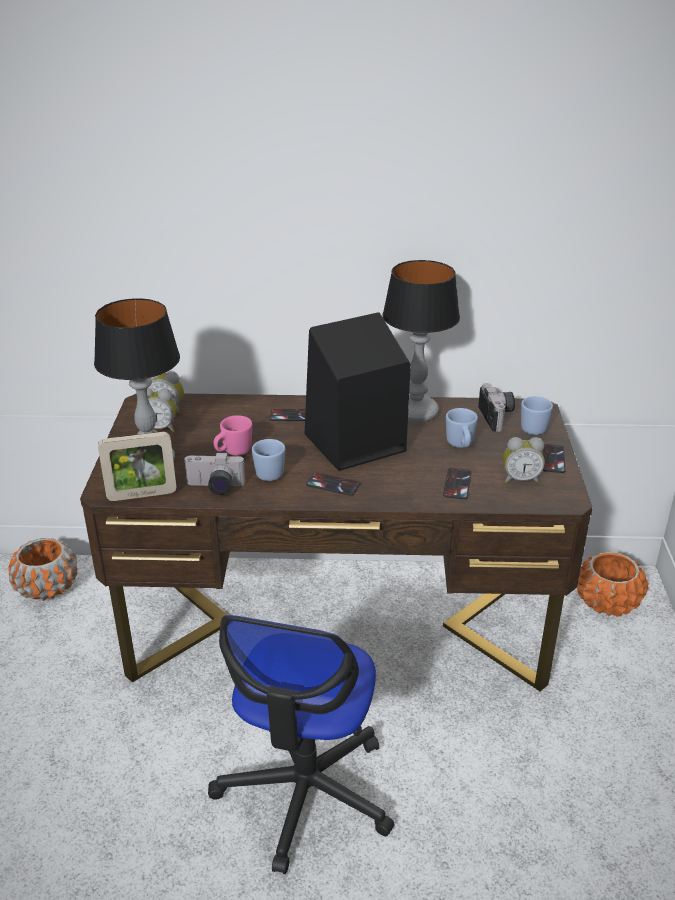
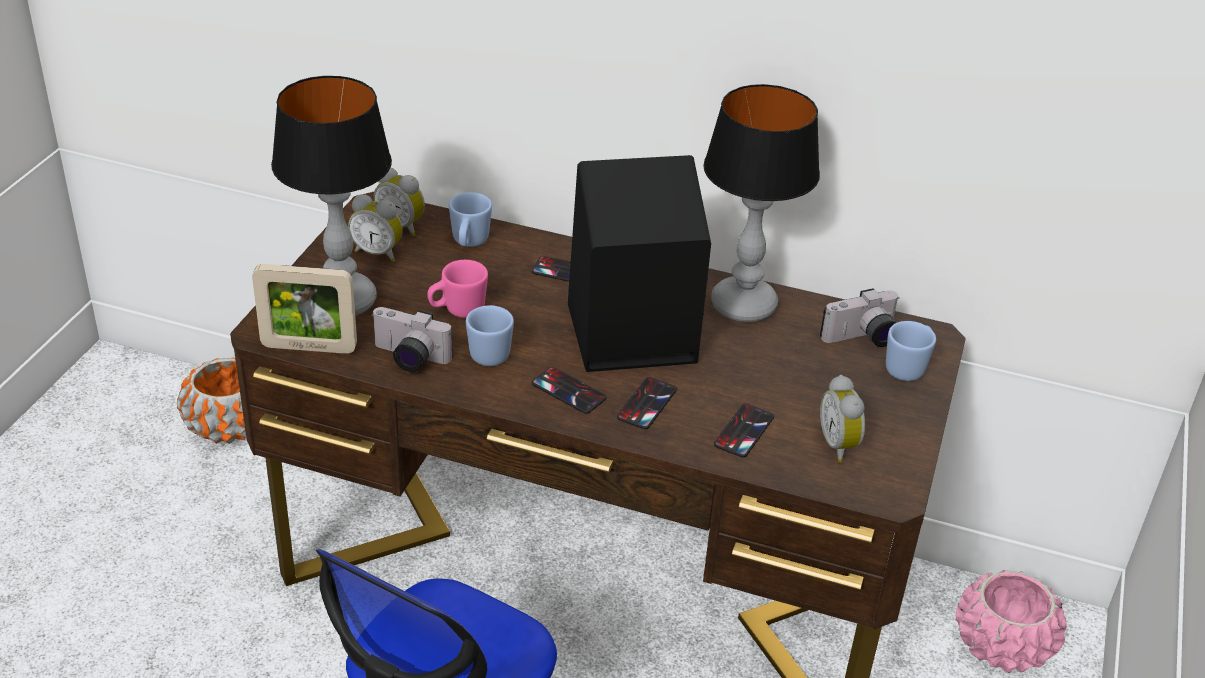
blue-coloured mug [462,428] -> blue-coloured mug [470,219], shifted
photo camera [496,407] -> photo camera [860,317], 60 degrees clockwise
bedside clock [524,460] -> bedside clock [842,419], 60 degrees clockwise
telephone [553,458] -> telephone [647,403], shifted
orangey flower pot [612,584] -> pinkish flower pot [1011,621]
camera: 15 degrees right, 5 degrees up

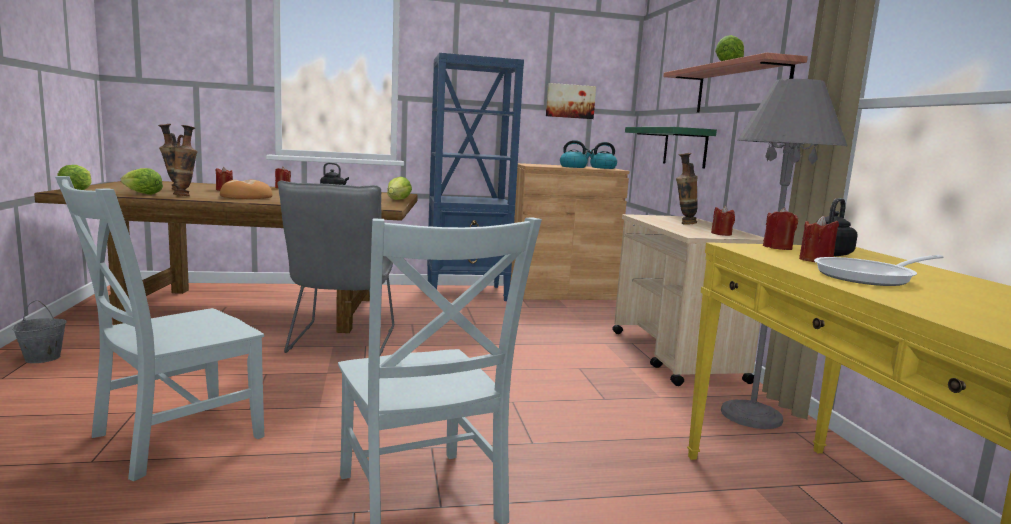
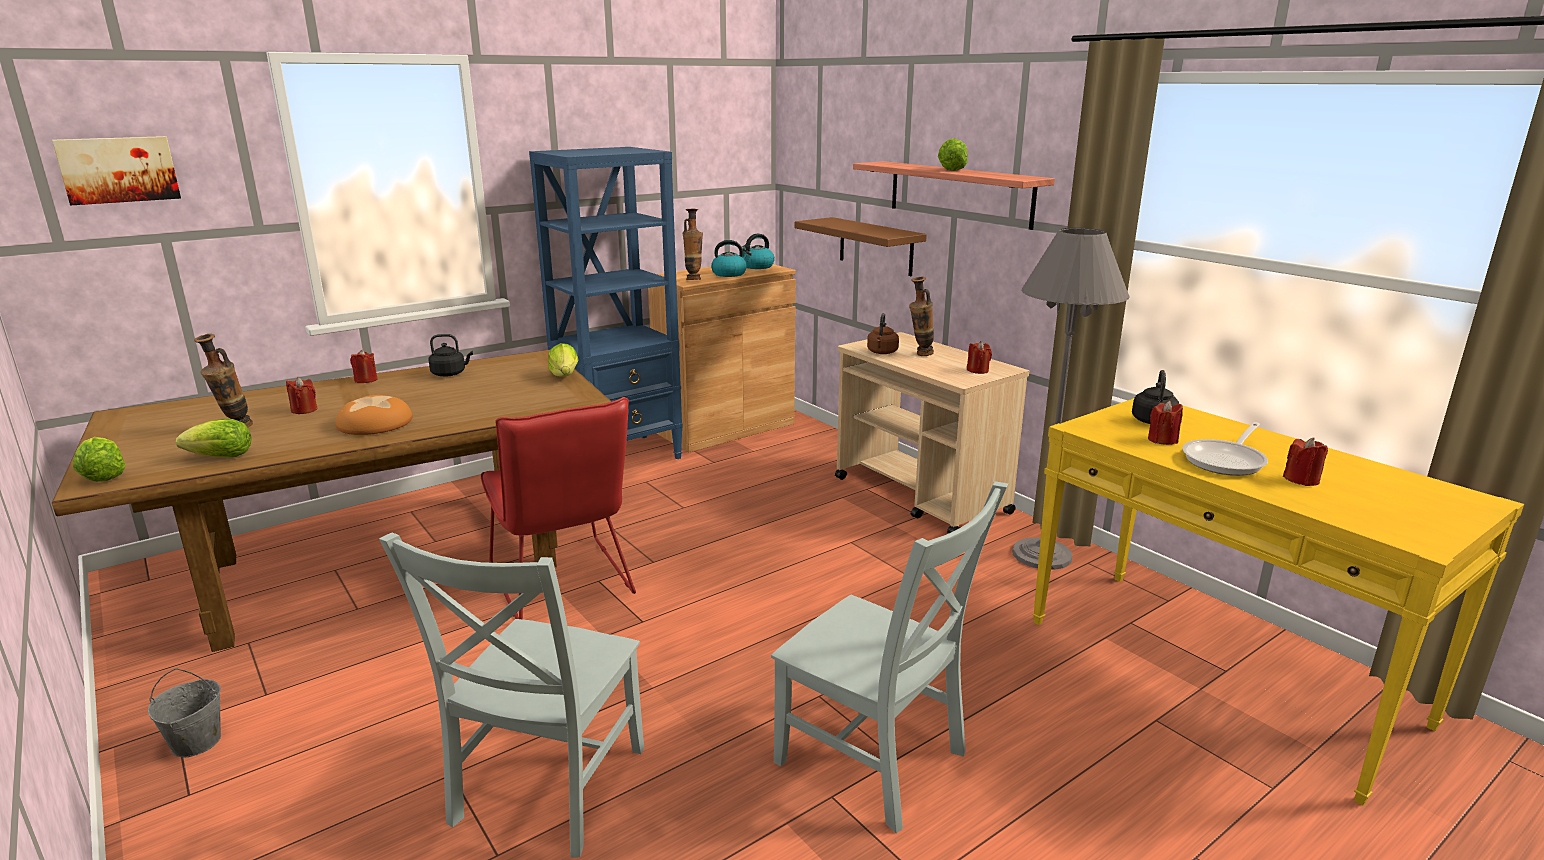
decorative vase [185,160] -> decorative vase [692,244], shifted
grey plain chair [335,268] -> reddish plain chair [558,508]
picture [571,101] -> picture [116,171], shifted
green wall shelf [671,147] -> brown wall shelf [861,246]
reddish candle [780,228] -> reddish candle [1305,462], shifted
none -> brown water kettle [883,333]
camera: 25 degrees left, 10 degrees up

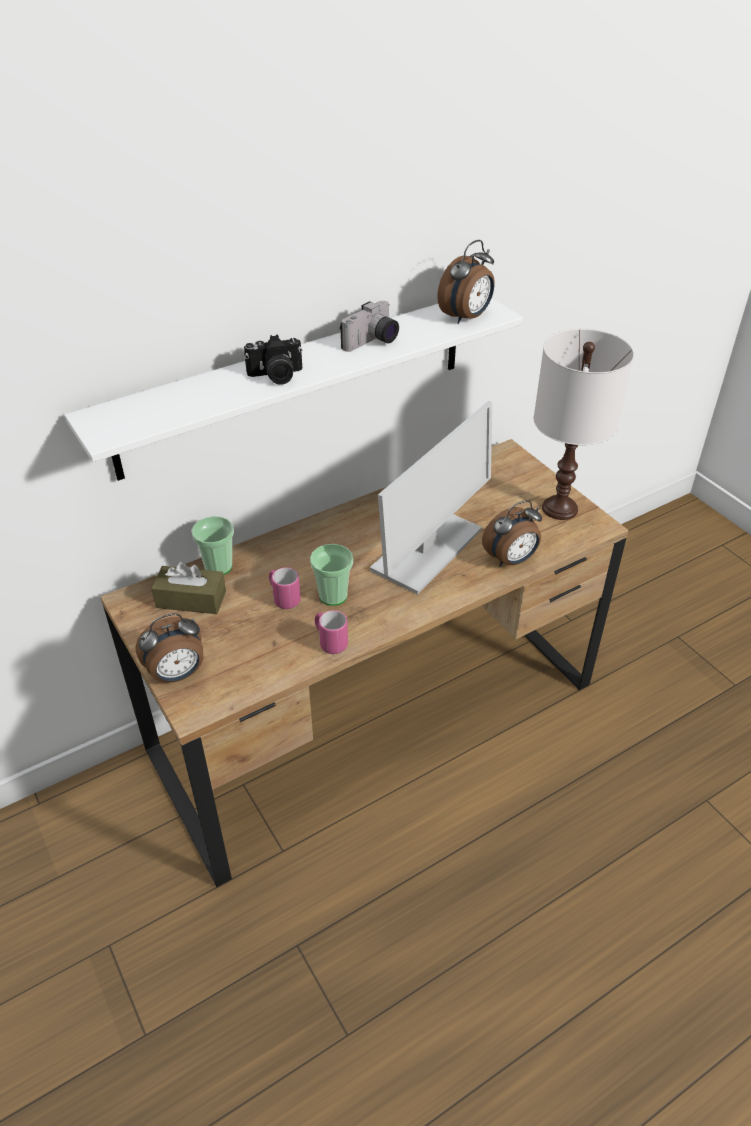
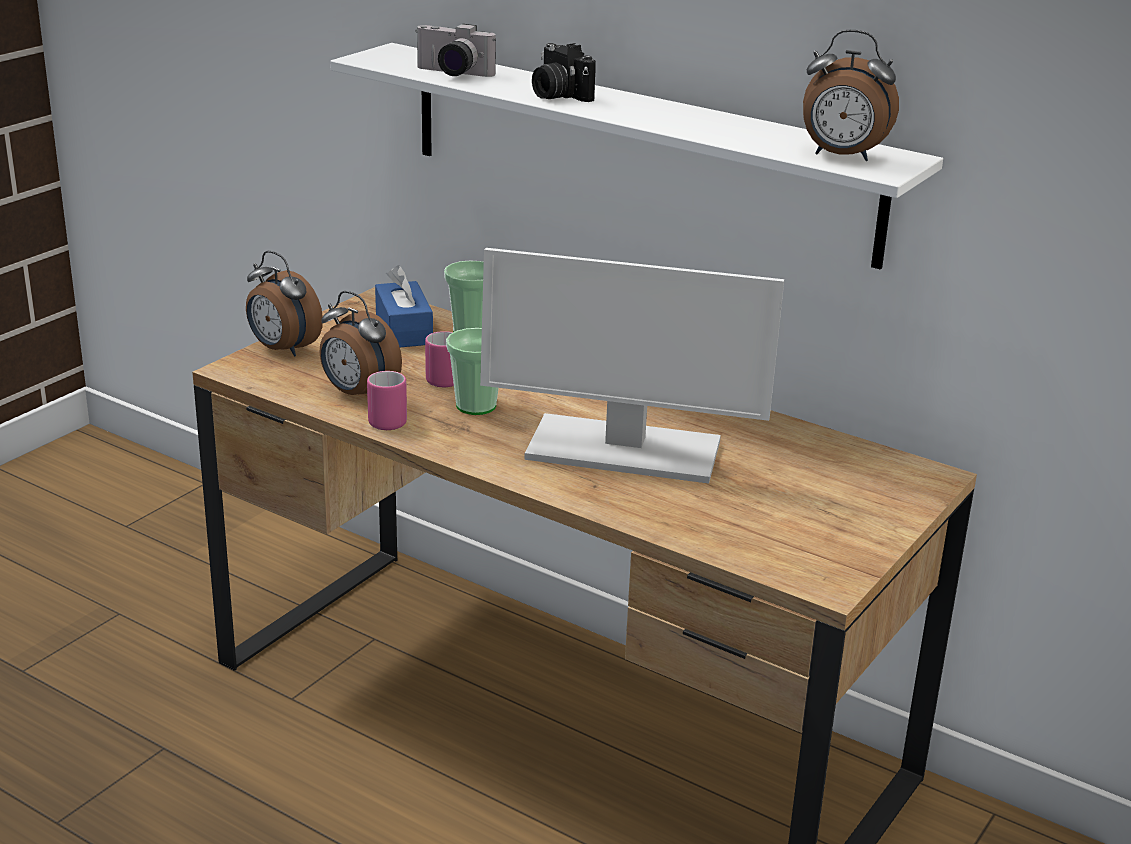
brown tissue box [188,587] -> blue-coloured tissue box [404,306]
photo camera [369,326] -> photo camera [455,50], shifted
bedside clock [512,533] -> bedside clock [361,343], shifted
white table lamp [584,424] -> none
camera: 65 degrees right, 15 degrees down

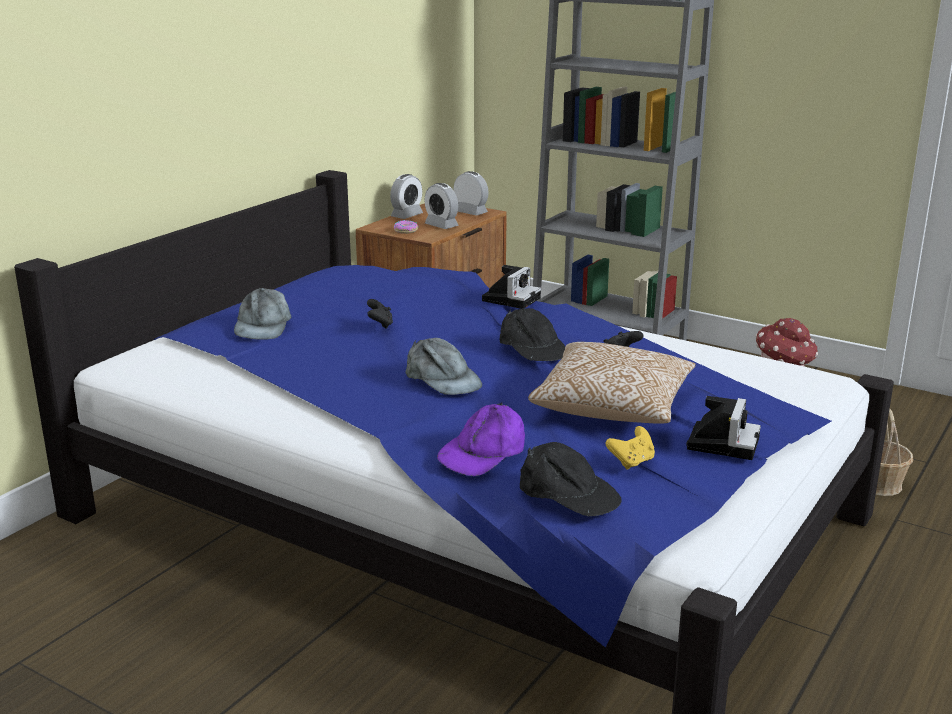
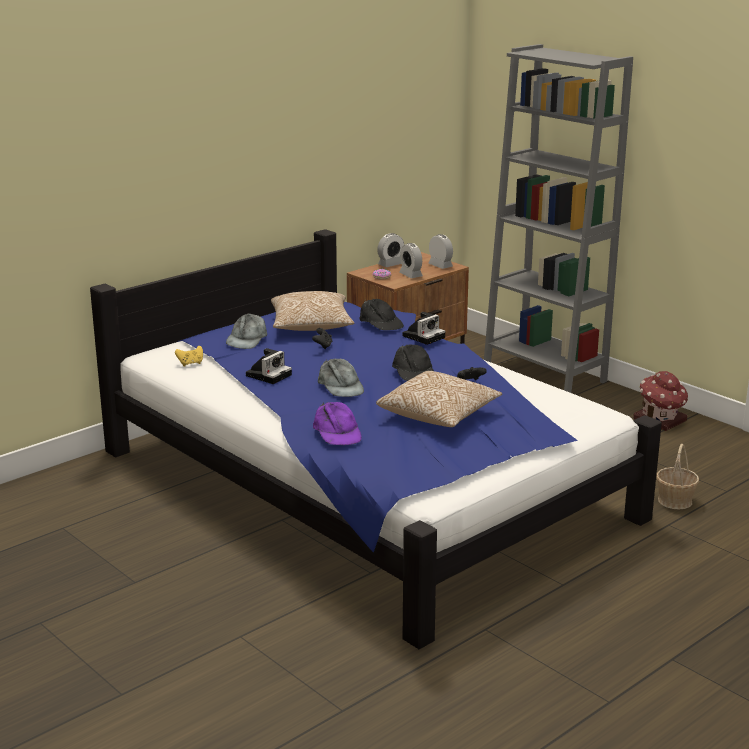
purple-coloured baseball cap [481,439] -> purple-coloured baseball cap [337,423], 75 degrees counterclockwise
black baseball cap [571,479] -> black baseball cap [381,314], shifted
yellow gamepad [630,448] -> yellow gamepad [189,356], shifted
photo camera [723,428] -> photo camera [269,366], shifted
none -> cushion [313,311]
camera: 15 degrees right, 0 degrees up

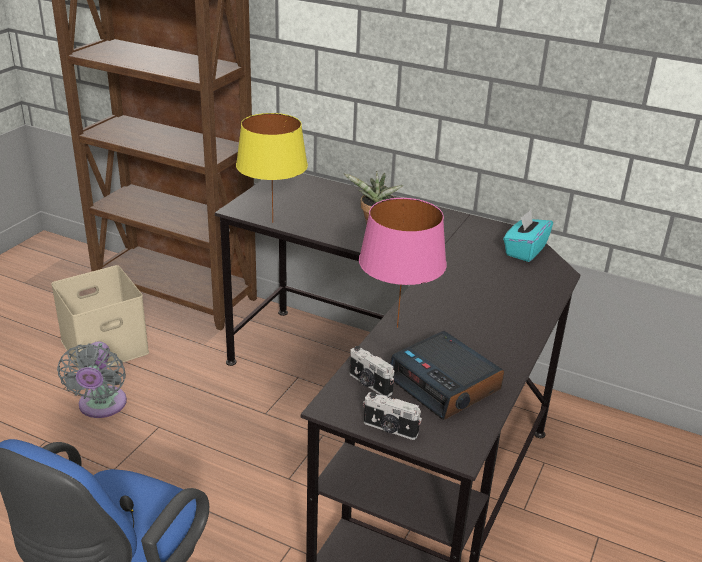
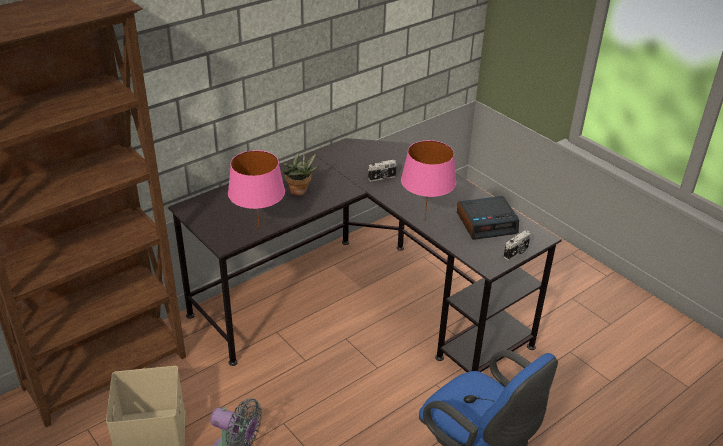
yellow table lamp [272,168] -> pinkish table lamp [256,192]
photo camera [372,371] -> photo camera [382,170], shifted
turquoise-coloured tissue box [528,236] -> none
camera: 65 degrees left, 5 degrees up

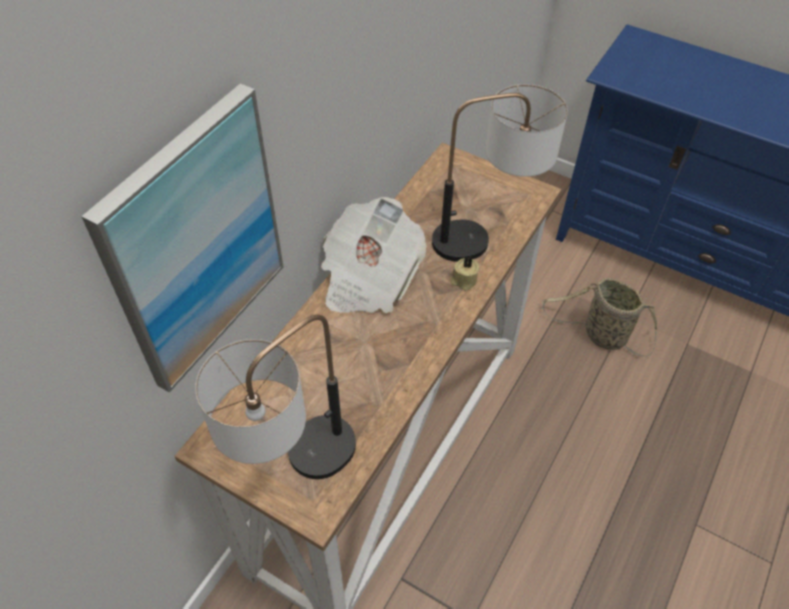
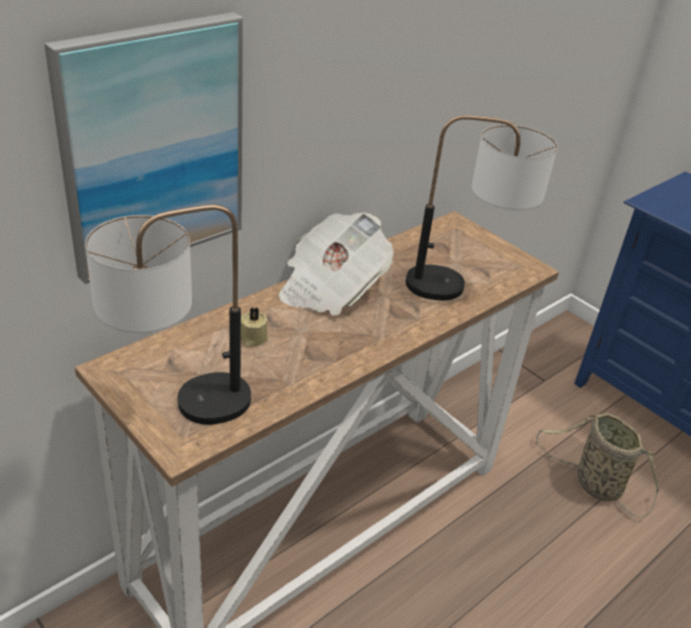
beige candle [465,273] -> beige candle [254,327], shifted
camera: 15 degrees right, 15 degrees down

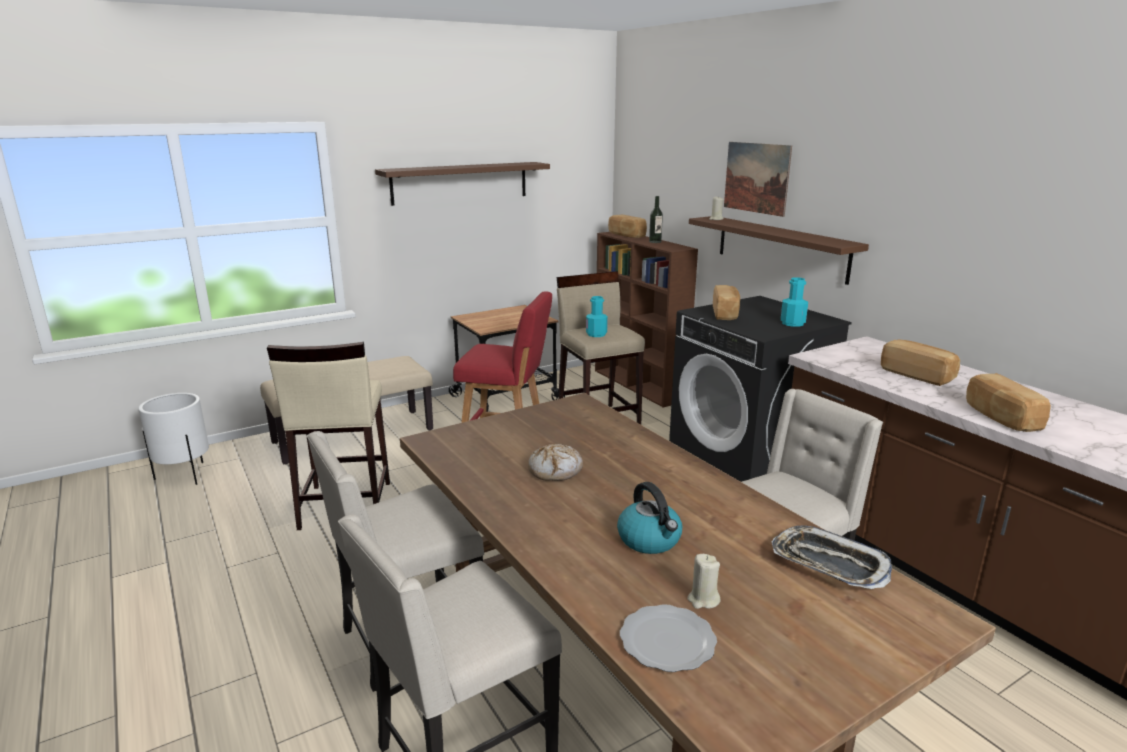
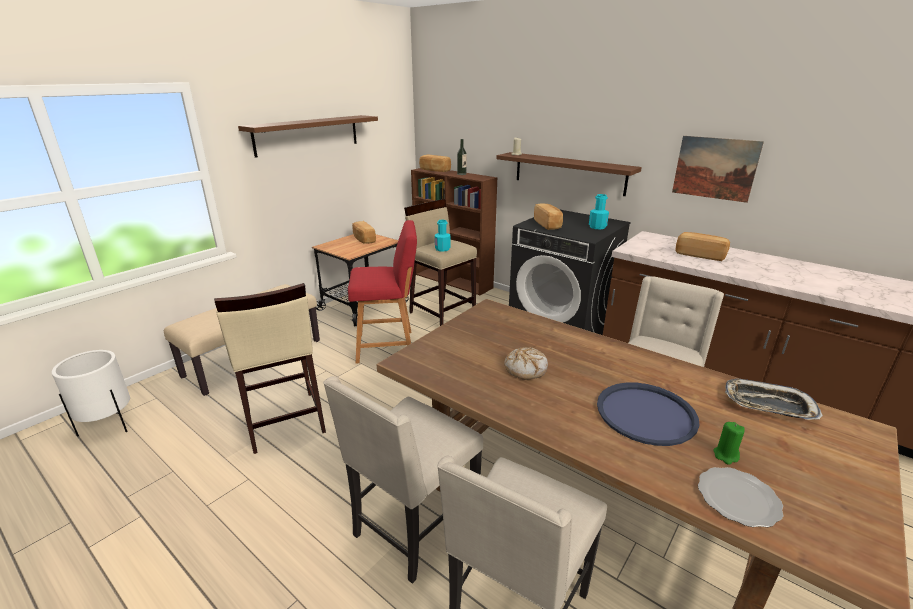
water kettle [649,518] -> blue-coloured carrying tray [648,414]
beige candle [703,581] -> green candle [729,443]
picture [758,179] -> picture [718,169], shifted
bakery bread [1008,402] -> bakery bread [364,232], shifted
camera: 20 degrees left, 5 degrees up

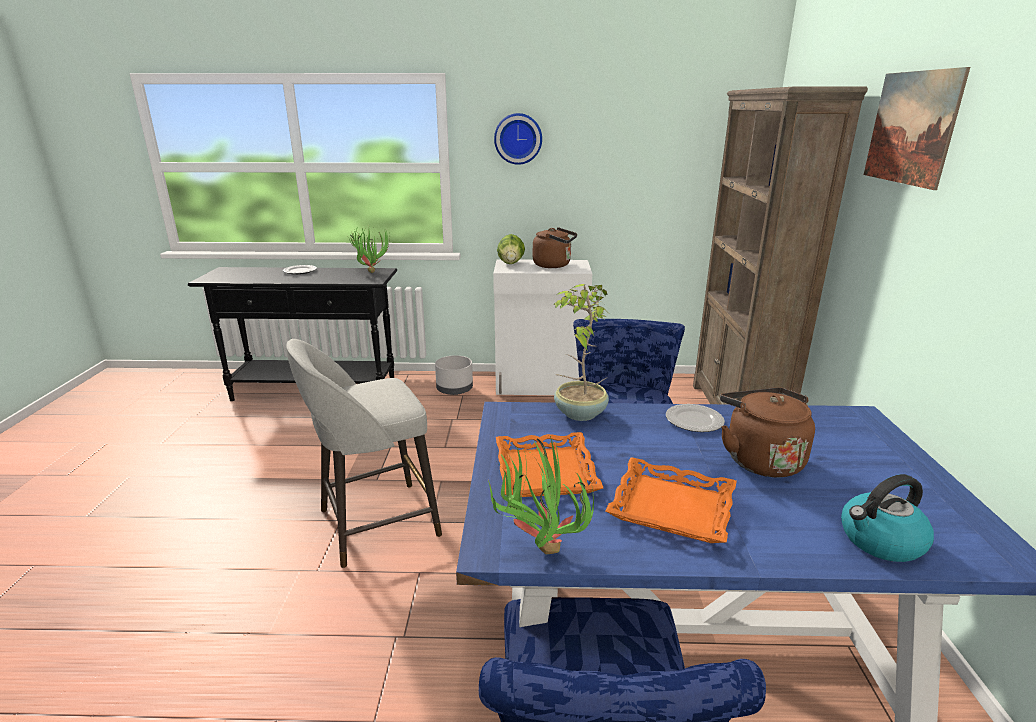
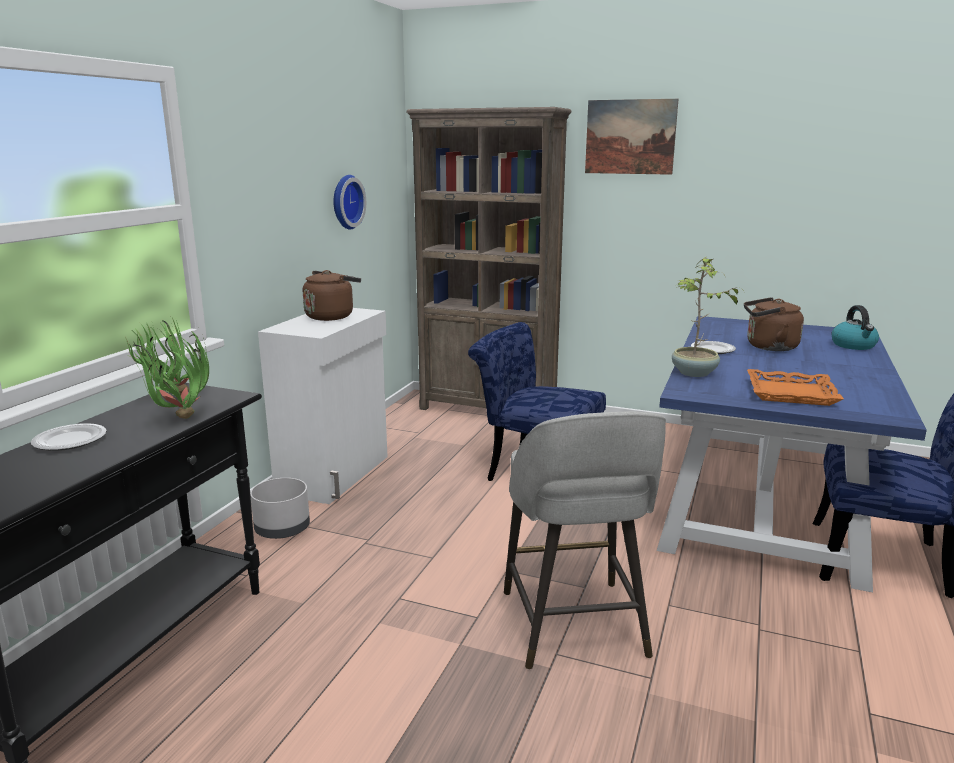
houseplant [541,495] -> houseplant [170,378], shifted
wall clock [518,139] -> wall clock [349,202], shifted
lettuce [511,249] -> none
orangey carrying tray [671,500] -> none
camera: 70 degrees left, 5 degrees down

